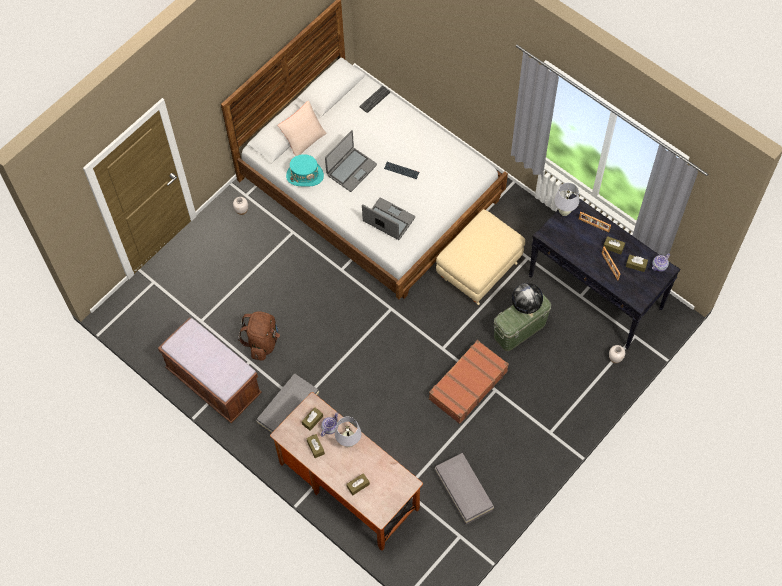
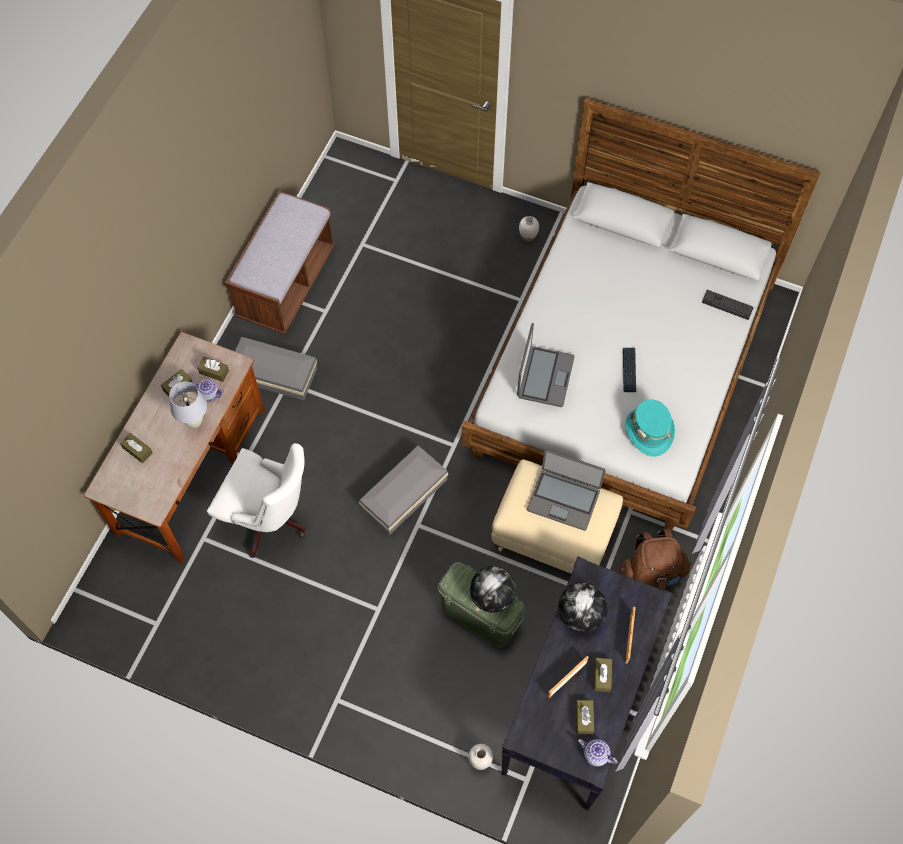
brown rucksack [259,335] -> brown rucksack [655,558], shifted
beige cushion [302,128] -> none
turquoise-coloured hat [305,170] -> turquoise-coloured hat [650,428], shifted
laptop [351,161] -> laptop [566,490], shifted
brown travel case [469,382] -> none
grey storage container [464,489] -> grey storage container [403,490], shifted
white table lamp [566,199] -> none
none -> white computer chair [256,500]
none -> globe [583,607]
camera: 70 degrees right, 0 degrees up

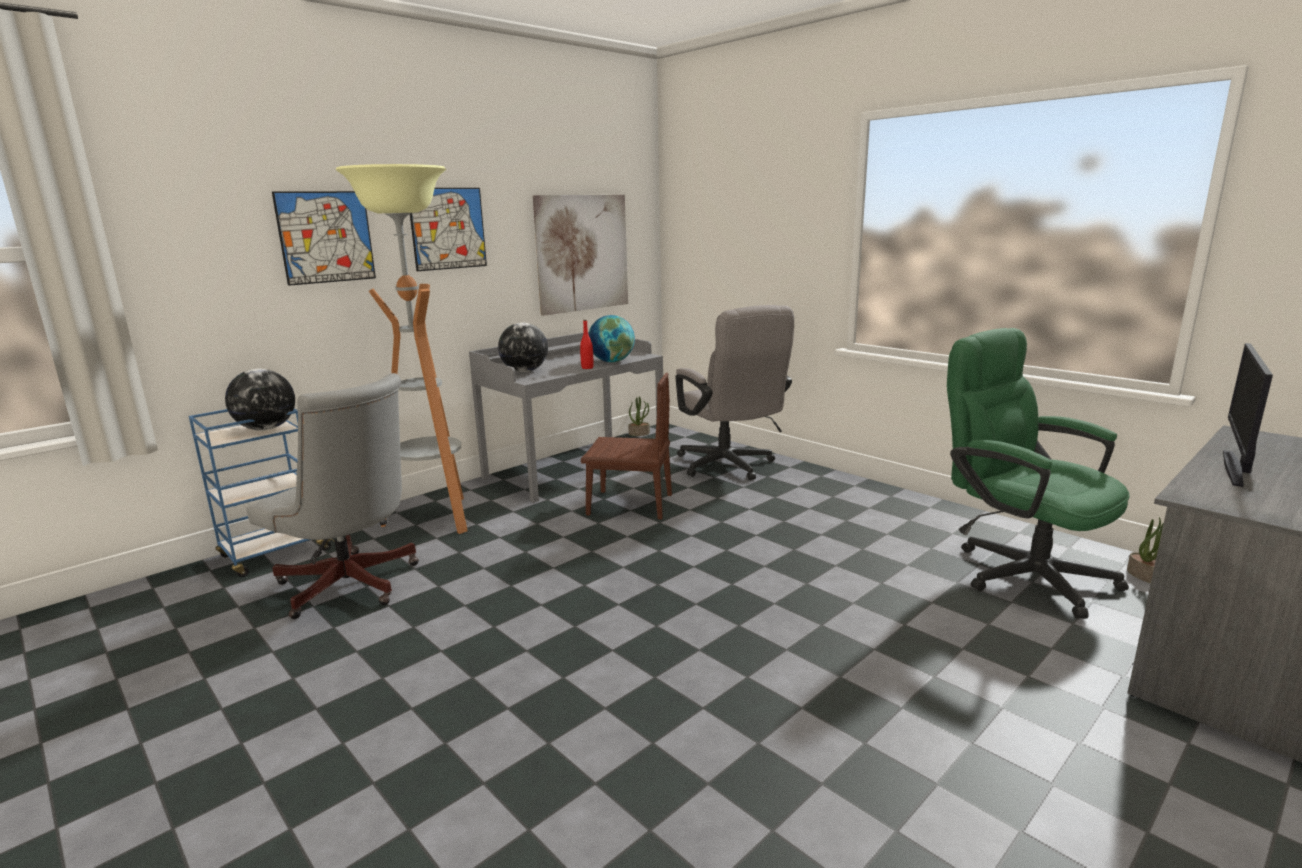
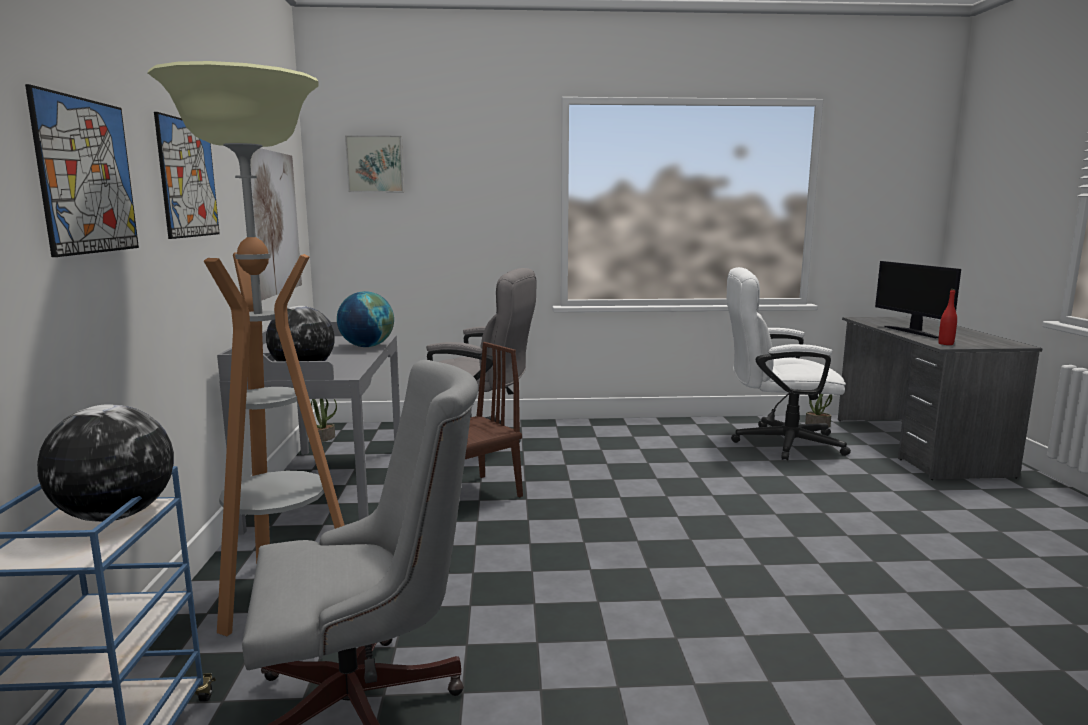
reddish beverage bottle [587,344] -> reddish beverage bottle [947,317], shifted
green computer chair [1038,473] -> white computer chair [789,363]
none -> picture [374,163]
camera: 50 degrees left, 5 degrees down

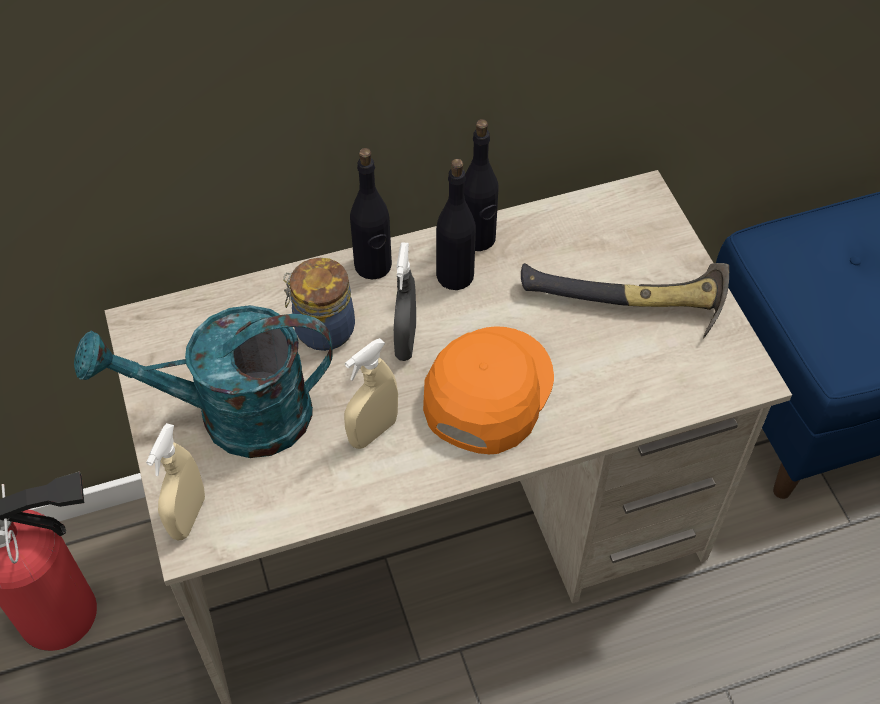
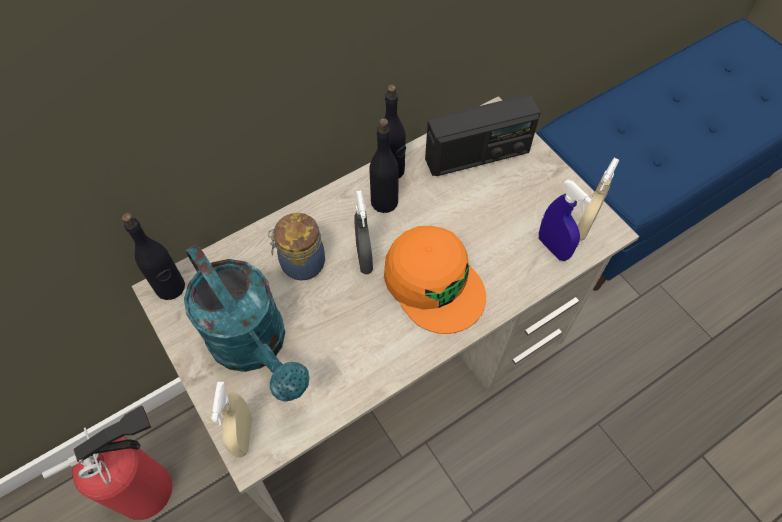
turquoise-coloured sprinkling can [203,381] -> turquoise-coloured sprinkling can [247,323], 105 degrees counterclockwise
beige hand sprayer [371,393] -> beige hand sprayer [598,199], shifted
black beverage bottle [371,213] -> black beverage bottle [153,256], shifted
orangey baseball cap [488,390] -> orangey baseball cap [435,280], 135 degrees clockwise
hammer [625,300] -> none
none -> radio [483,135]
none -> blue-coloured hand sprayer [565,220]
camera: 15 degrees left, 5 degrees up

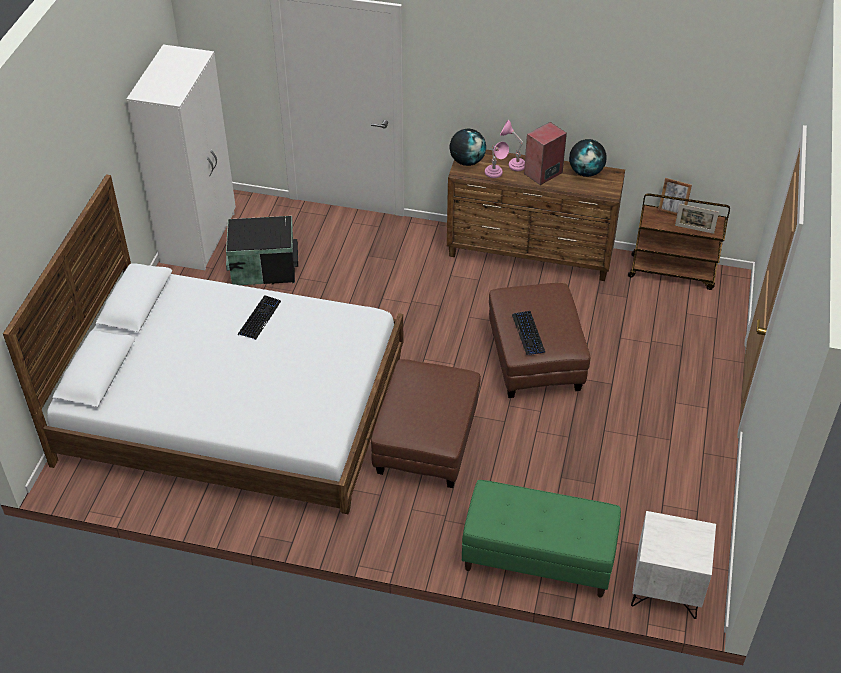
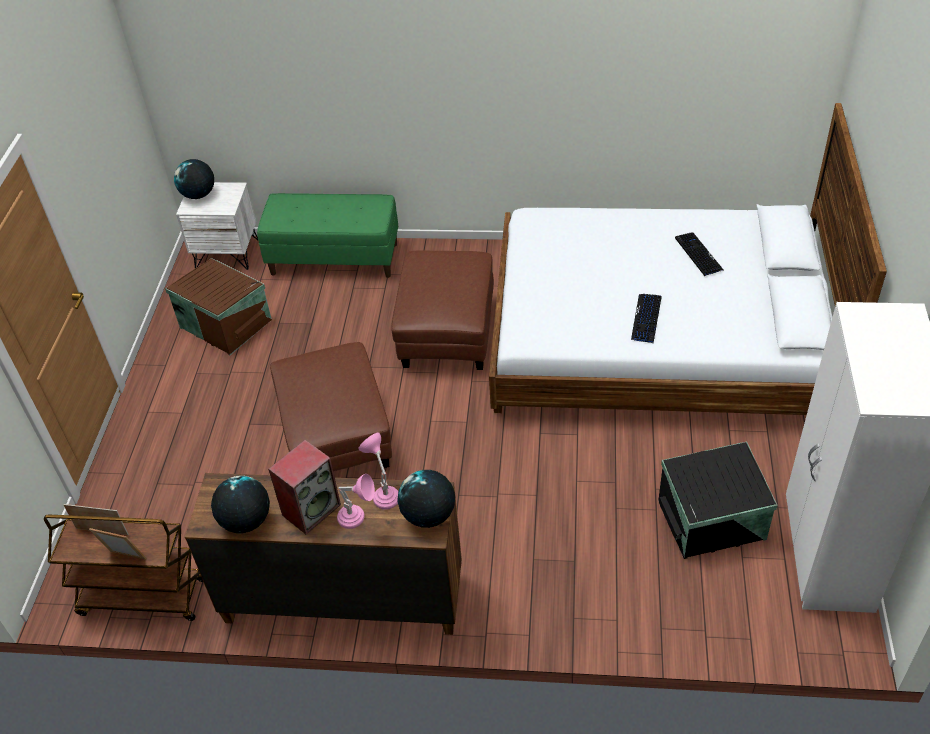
PC keyboard [528,333] -> PC keyboard [699,254], shifted
none -> brown storage container [218,306]
none -> globe [194,179]
camera: 175 degrees right, 0 degrees up

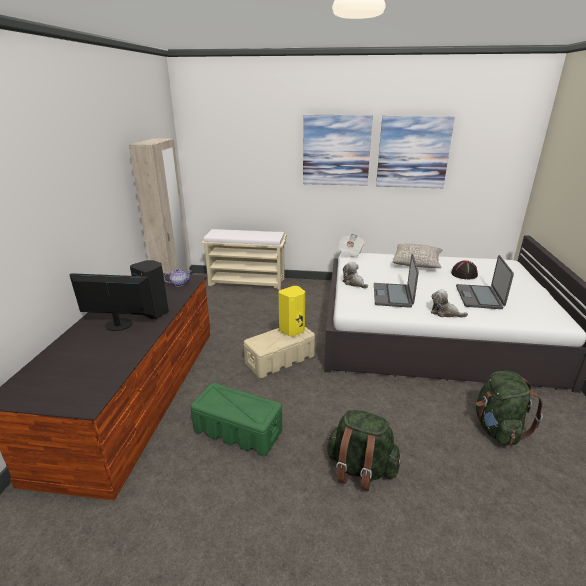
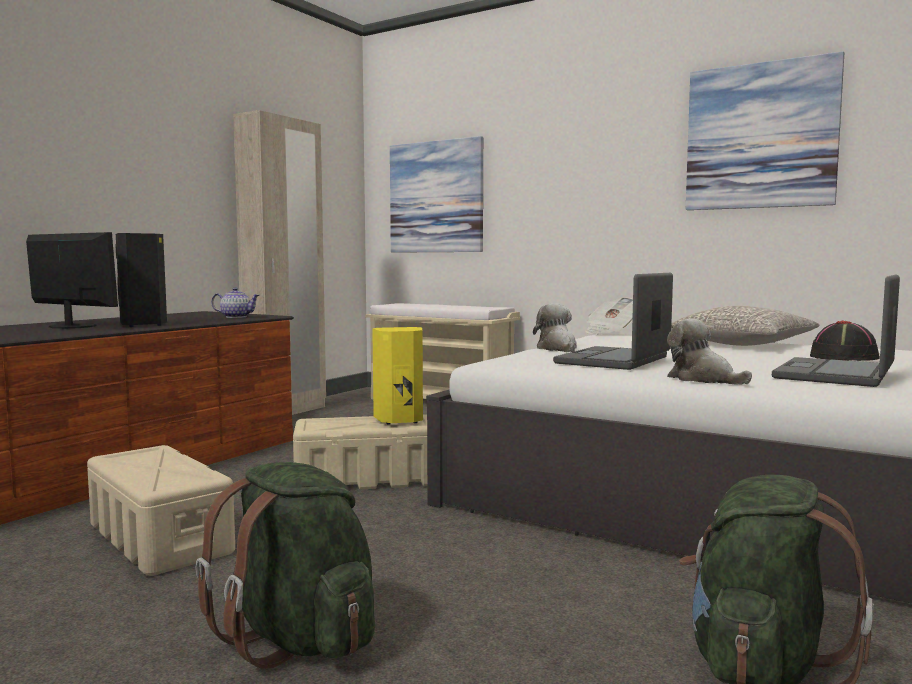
green storage container [236,419] -> beige storage container [161,510]
picture [338,150] -> picture [436,194], shifted
camera: 25 degrees right, 20 degrees down

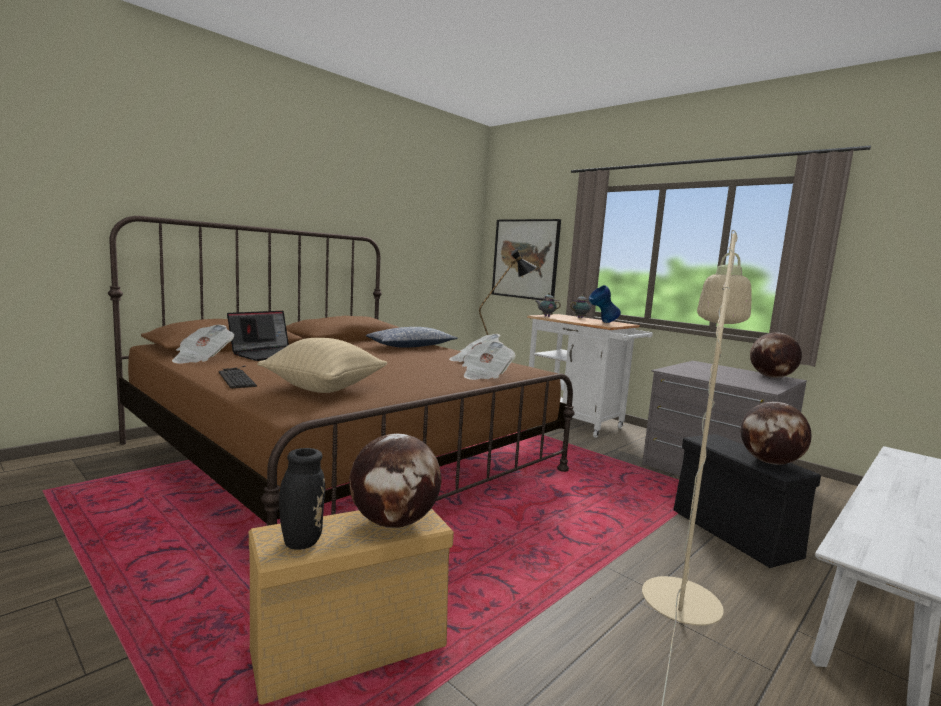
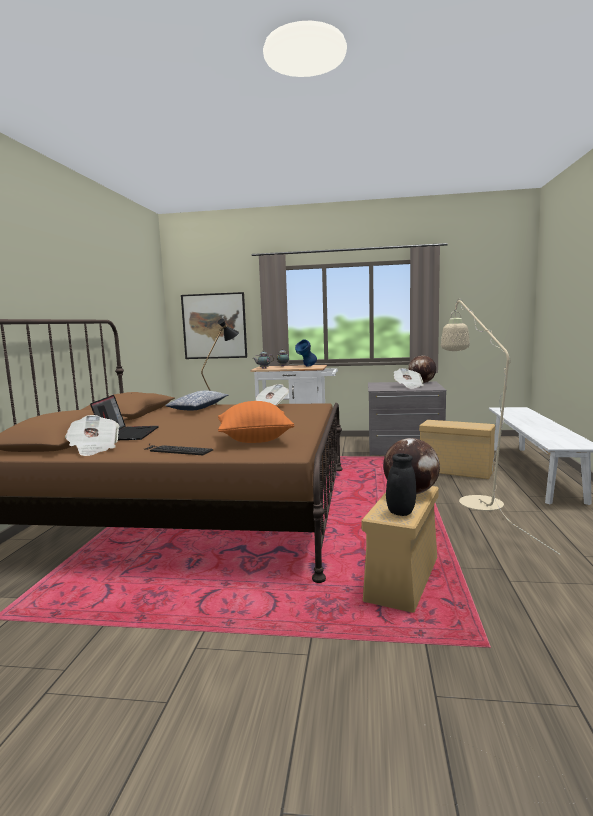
beige cushion [322,365] -> orangey cushion [256,422]
printed paper [488,360] -> printed paper [408,378], shifted
black storage container [747,501] -> beige storage container [457,449]
globe [775,433] -> none
camera: 35 degrees left, 0 degrees up

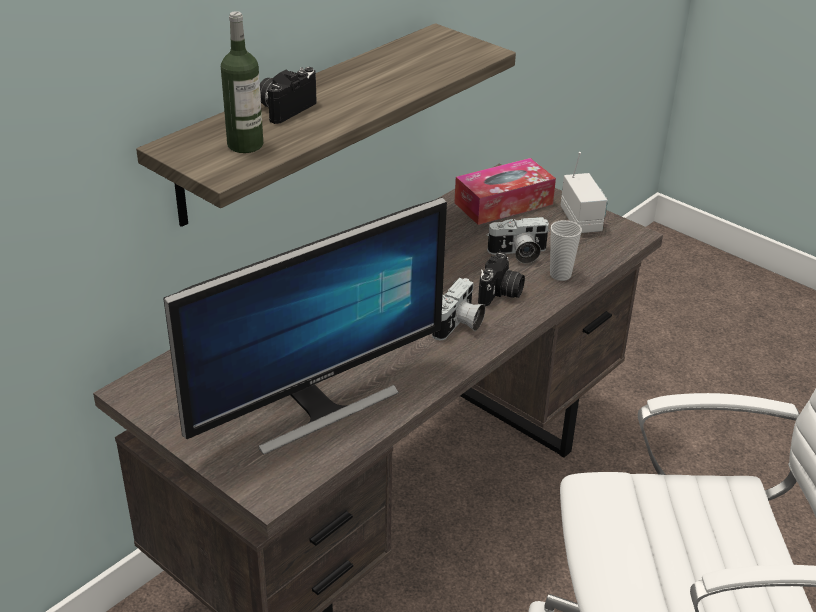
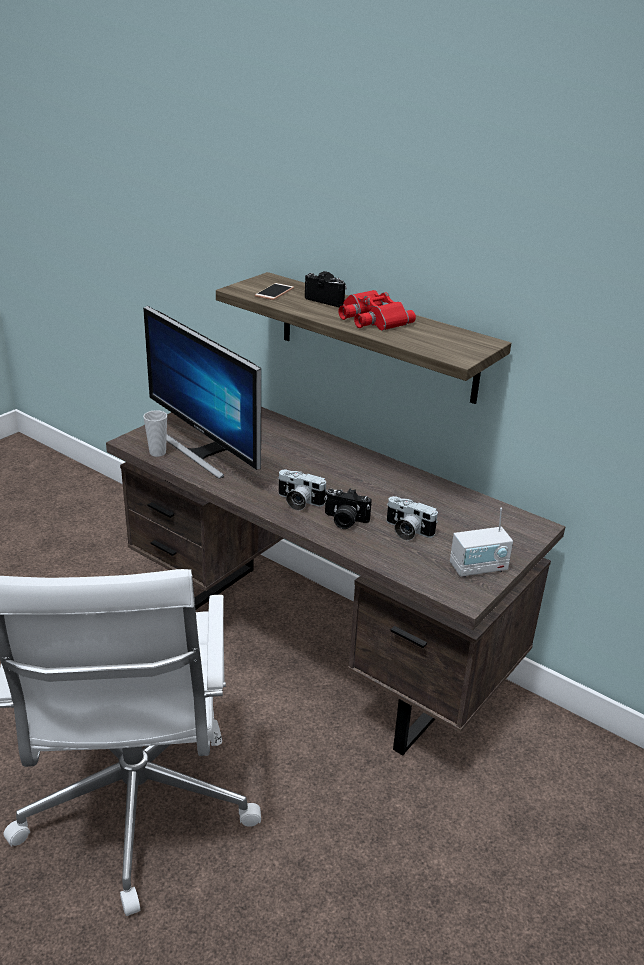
beverage bottle [242,82] -> telephone [274,291]
tissue box [505,191] -> none
photo camera [518,240] -> photo camera [412,518], 45 degrees counterclockwise
drinking cup [566,250] -> drinking cup [155,433], shifted
none -> reddish field glasses [377,310]
camera: 85 degrees right, 5 degrees down

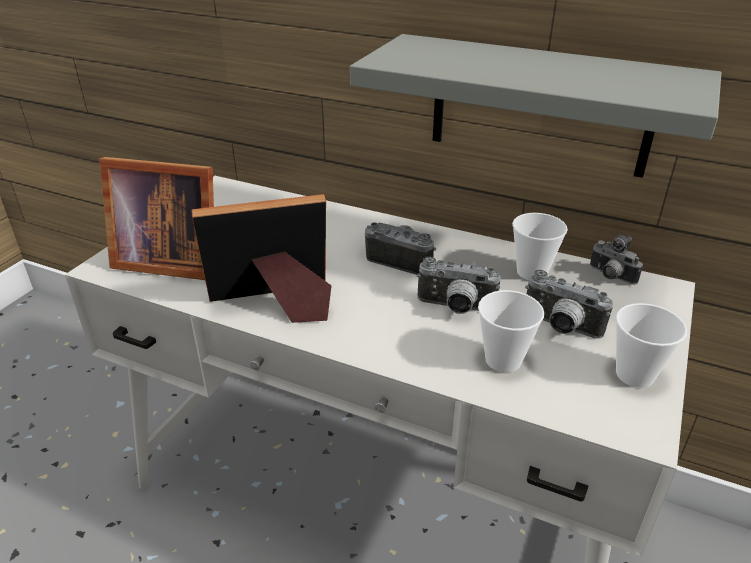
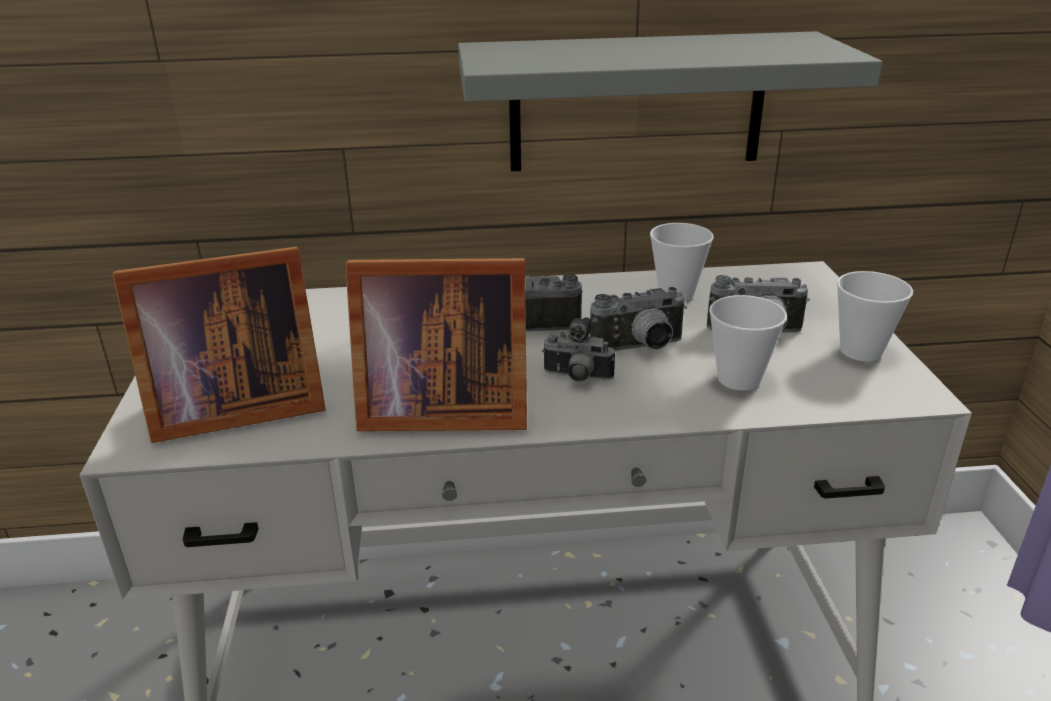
photo frame [261,258] -> photo frame [436,344], 135 degrees counterclockwise
photo camera [616,260] -> photo camera [578,349], shifted
camera: 30 degrees left, 5 degrees down

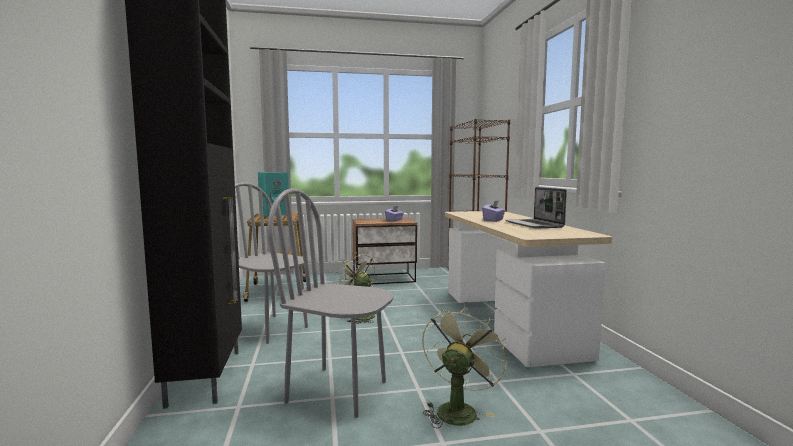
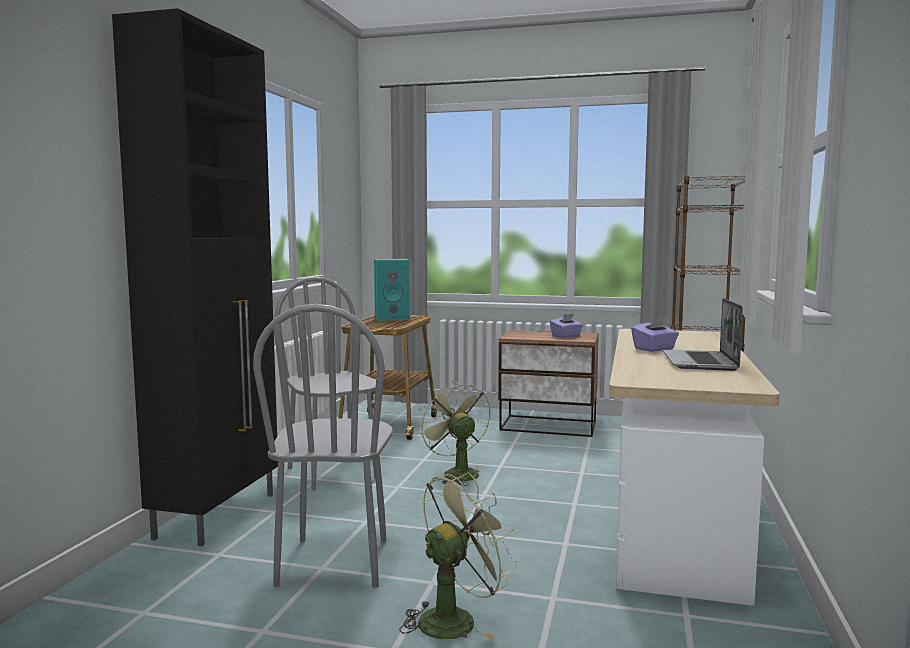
grey plain chair [330,303] -> grey plain chair [323,446], 135 degrees counterclockwise
camera: 25 degrees right, 0 degrees up

